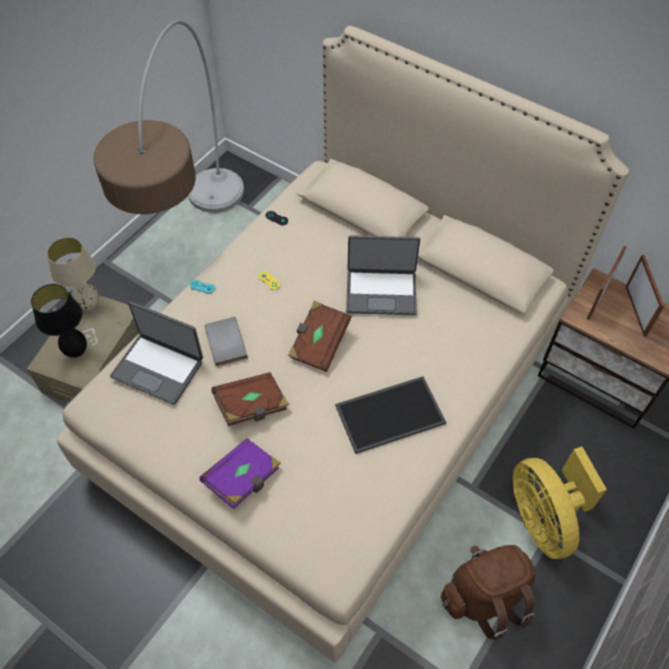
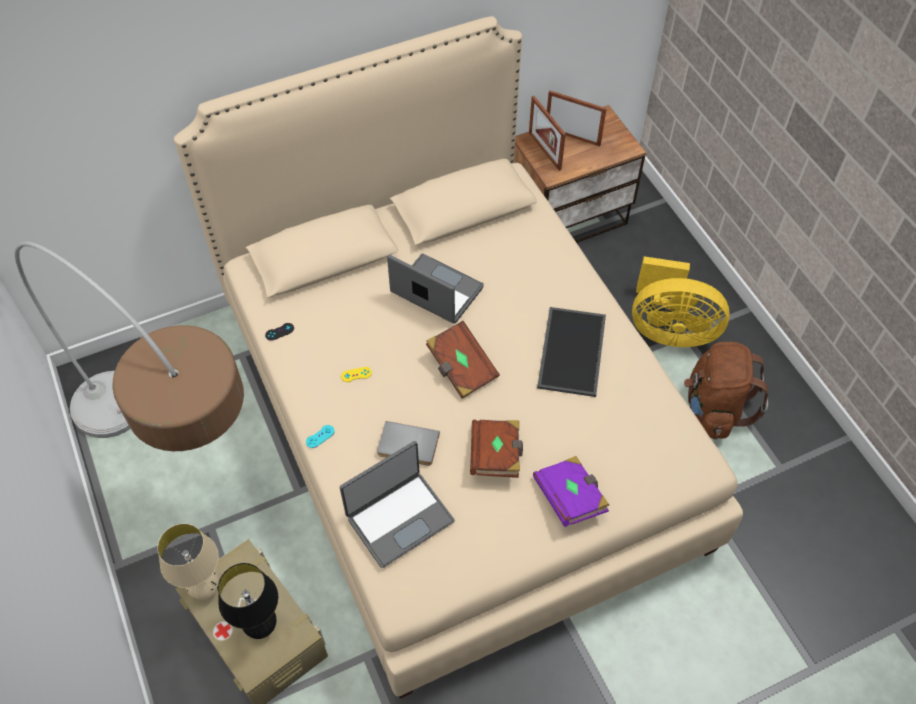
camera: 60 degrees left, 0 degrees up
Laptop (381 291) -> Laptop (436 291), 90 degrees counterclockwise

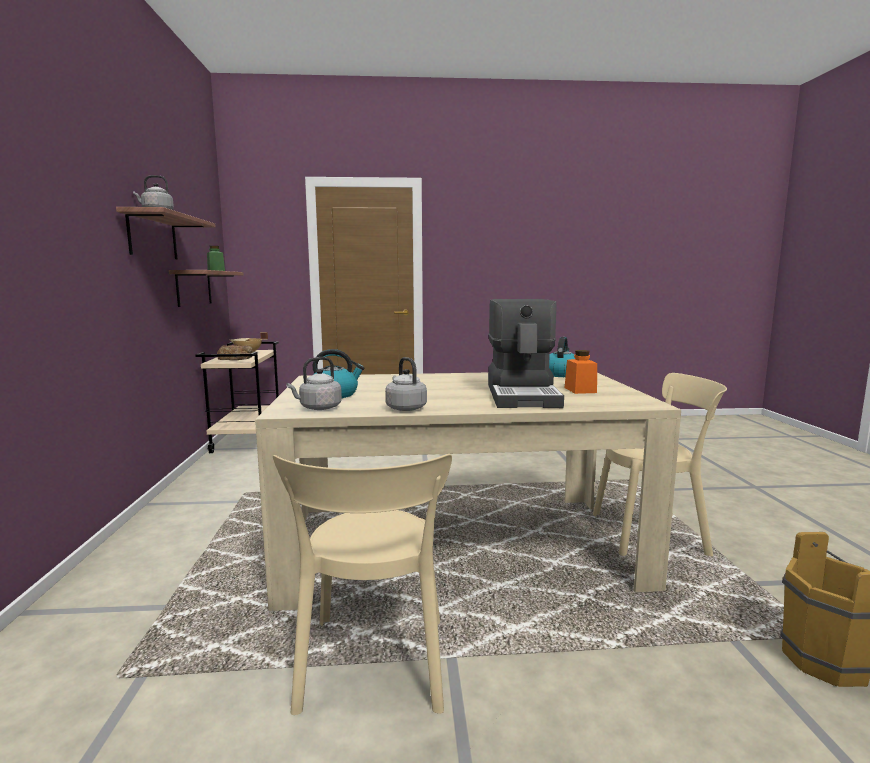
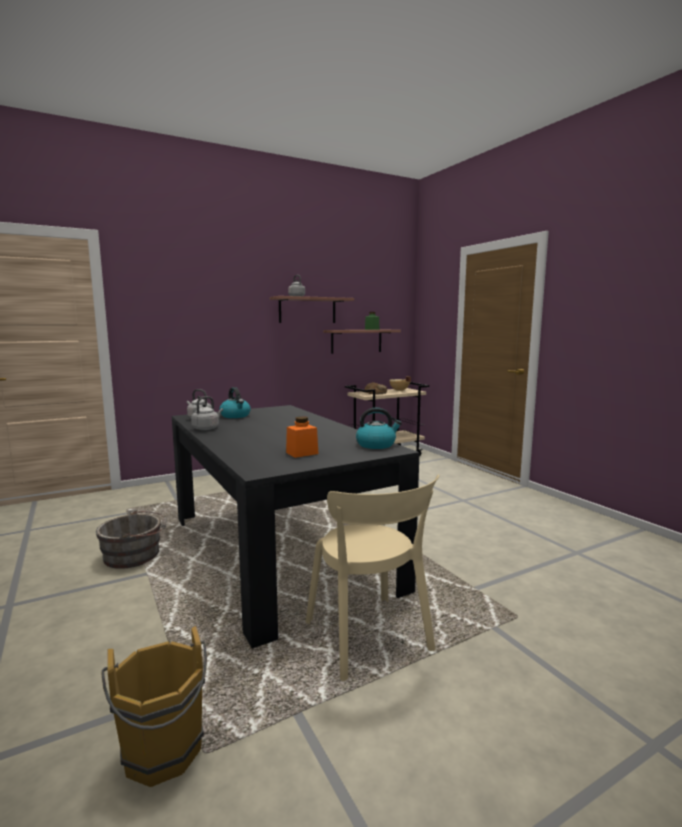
camera: 65 degrees right, 0 degrees up
CoffeeMaker (523 395) -> none
BeigeDinnerTable (459 546) -> BlackColouredDinnerTable (278 551)
BeigePlainChair (373 669) -> GreyishPail (135 555)

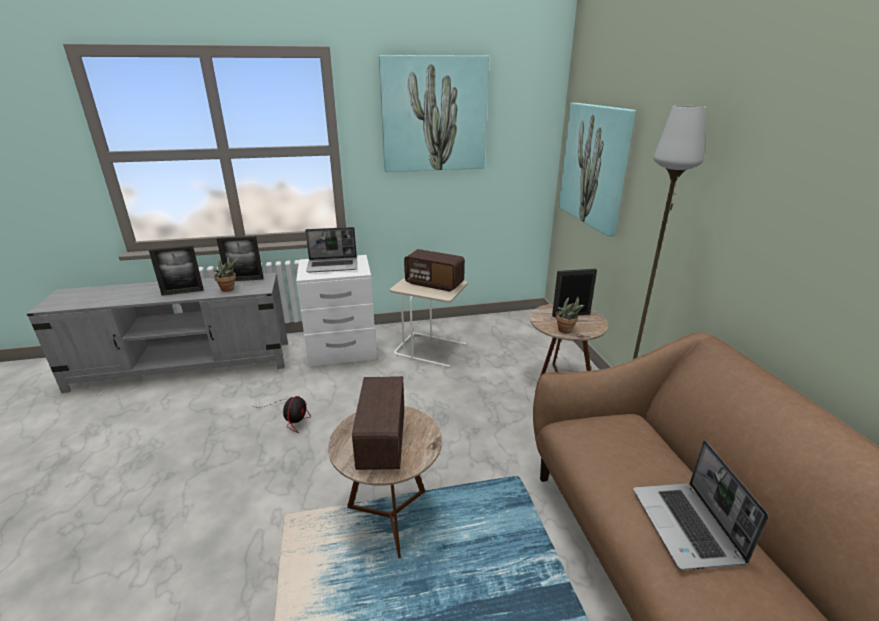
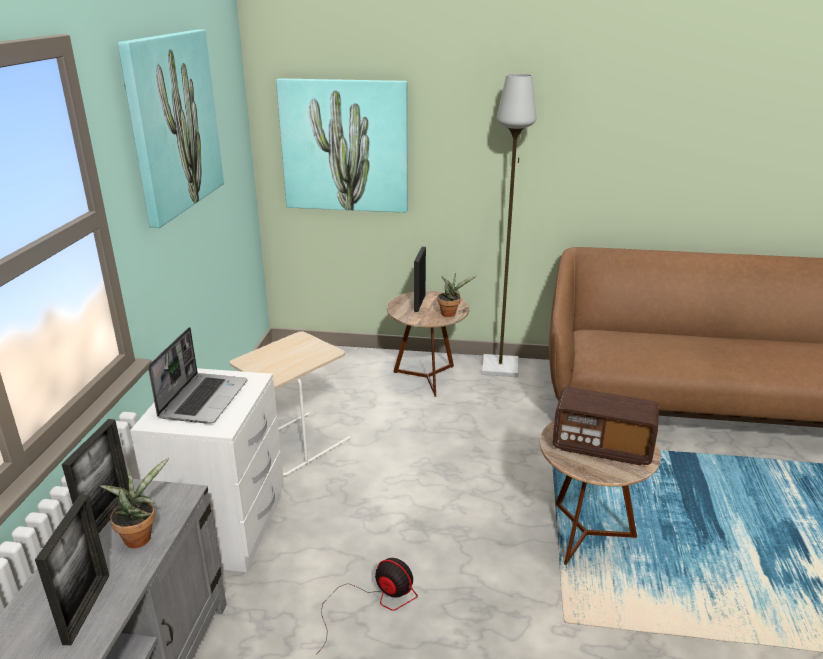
camera: 70 degrees left, 0 degrees up
RadioReceiver (434 284) -> none
Laptop (687 527) -> none

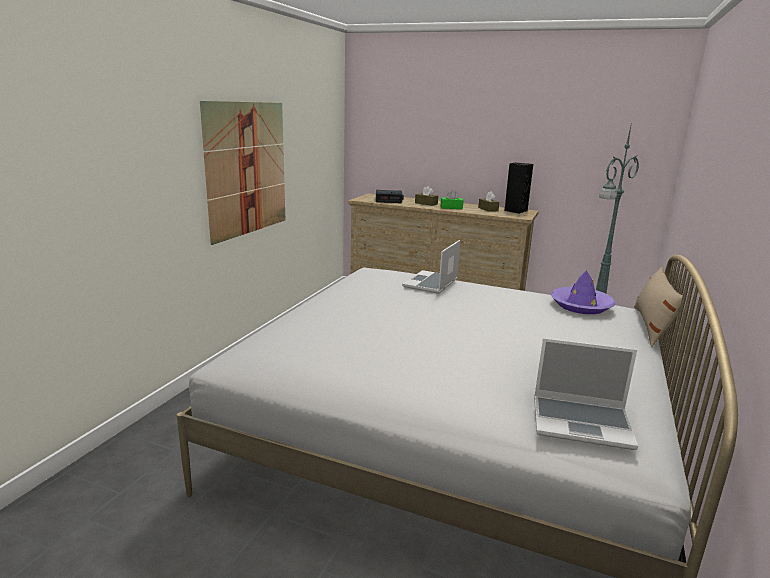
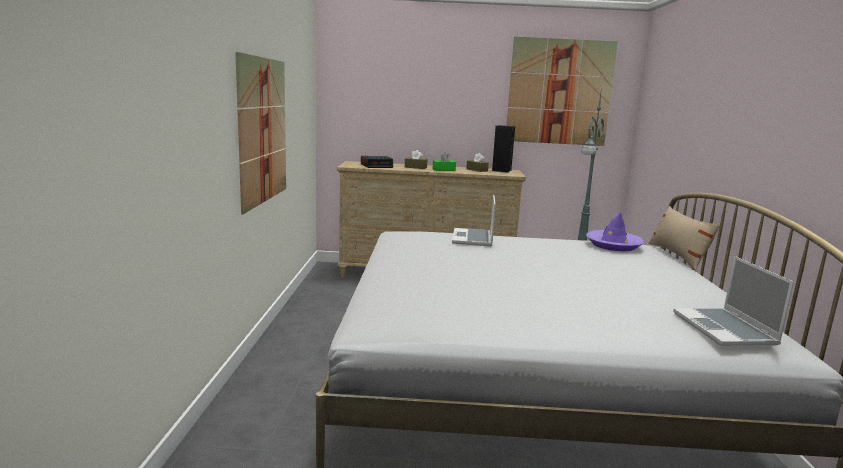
camera: 20 degrees left, 5 degrees down
Laptop (582 423) -> Laptop (725 329), 90 degrees clockwise
none -> WallArt (559 92)

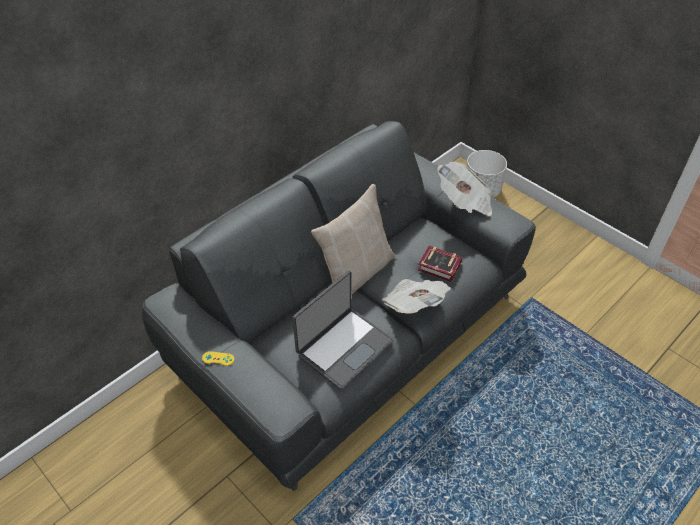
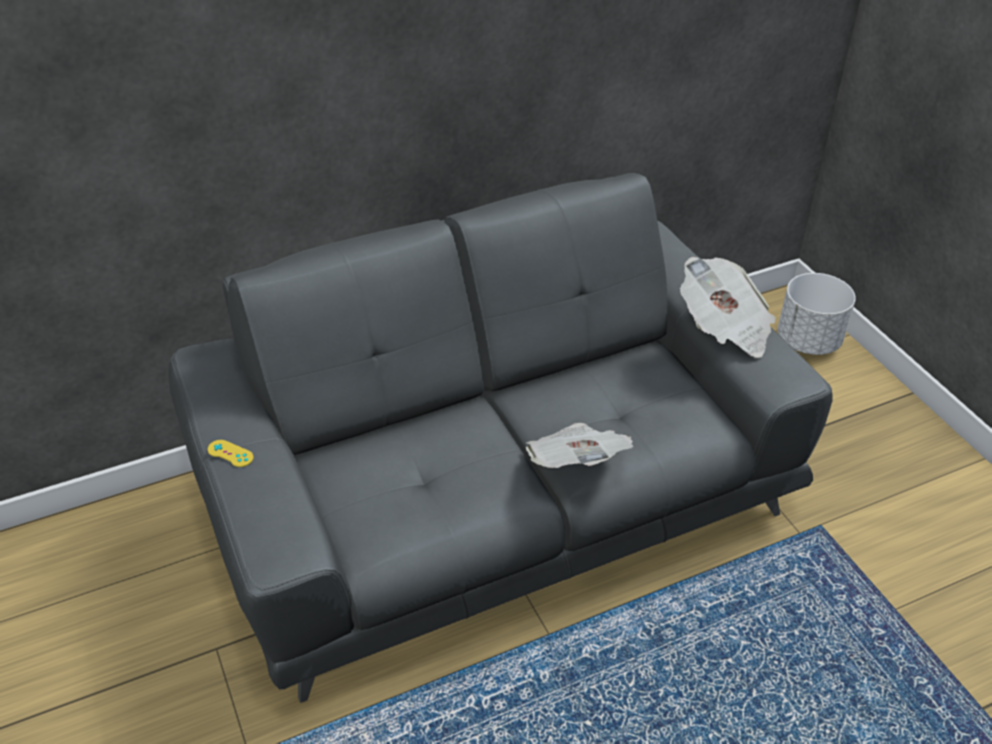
camera: 20 degrees right, 5 degrees down
BeigeThrowPillow (356 273) -> none
Volume (440 268) -> none
Laptop (343 347) -> none

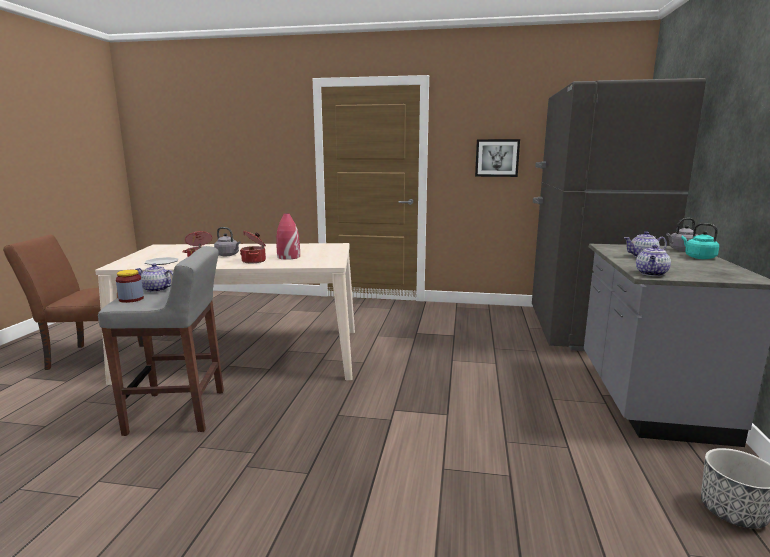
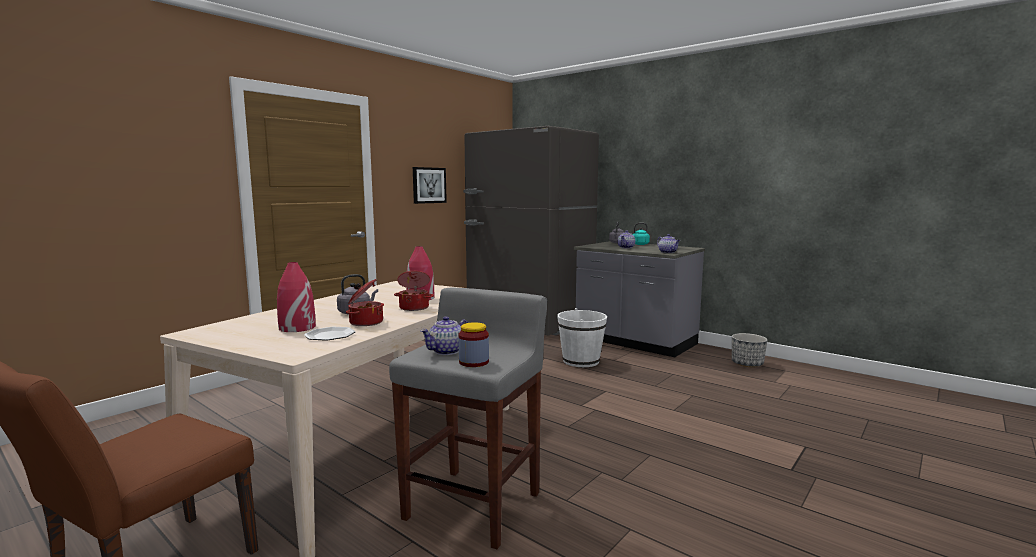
camera: 60 degrees left, 5 degrees down
none -> RedColouredDecorativeVase (297 328)
none -> WhitePail (581 361)

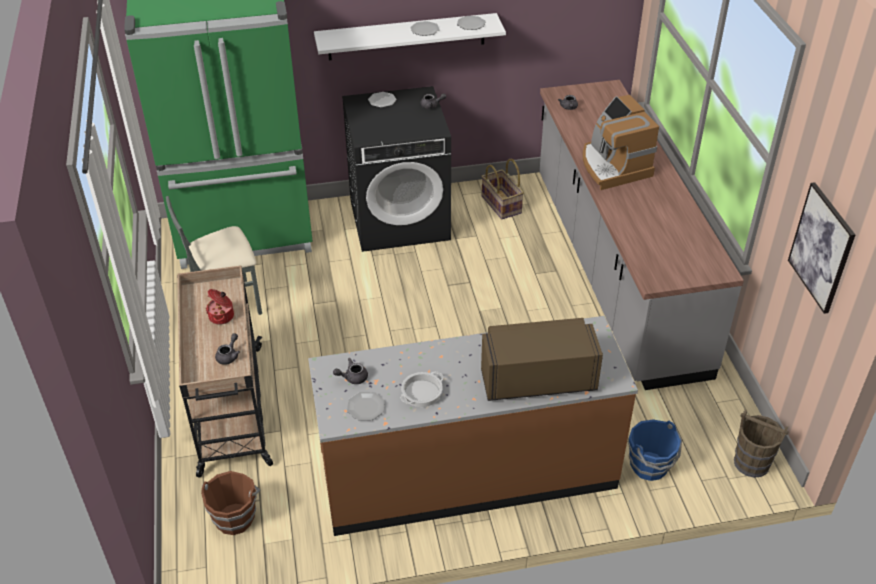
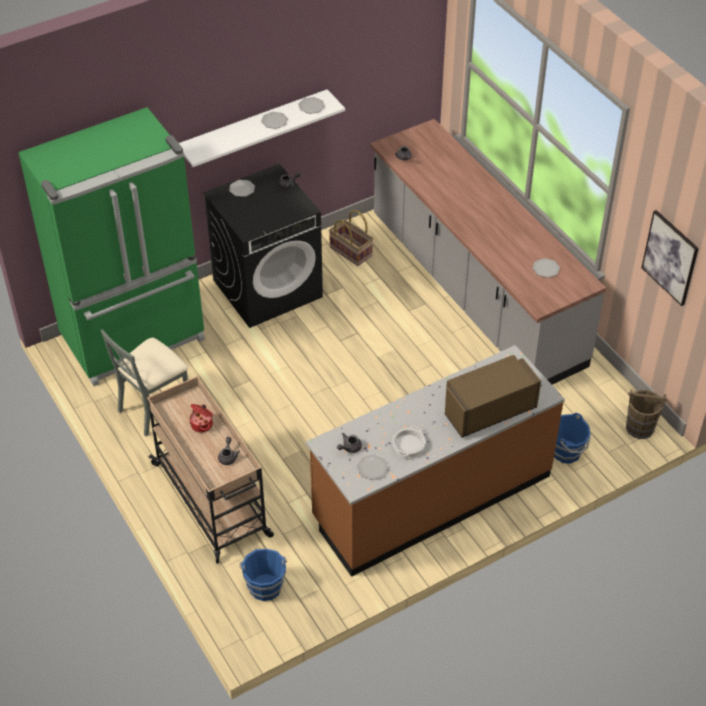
camera: 20 degrees left, 5 degrees up
CoffeeMaker (613 166) -> none
BrownPail (235 517) -> BluishPail (265 586)
none -> DinnerPlate (545 269)

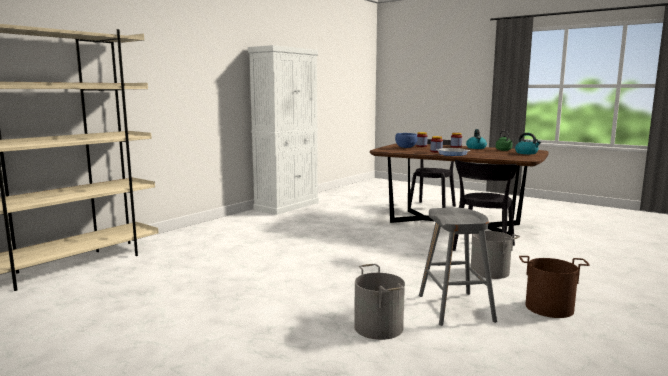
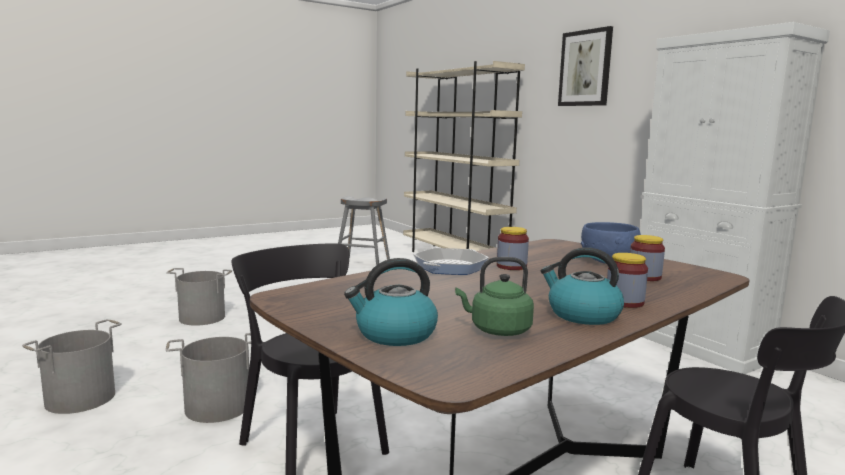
camera: 110 degrees right, 0 degrees up
GreyishSittingStool (455 308) -> GreyishSittingStool (362 263), shifted
BrownPail (549 307) -> GreyishPail (81 398)
none -> WallArt (585 68)

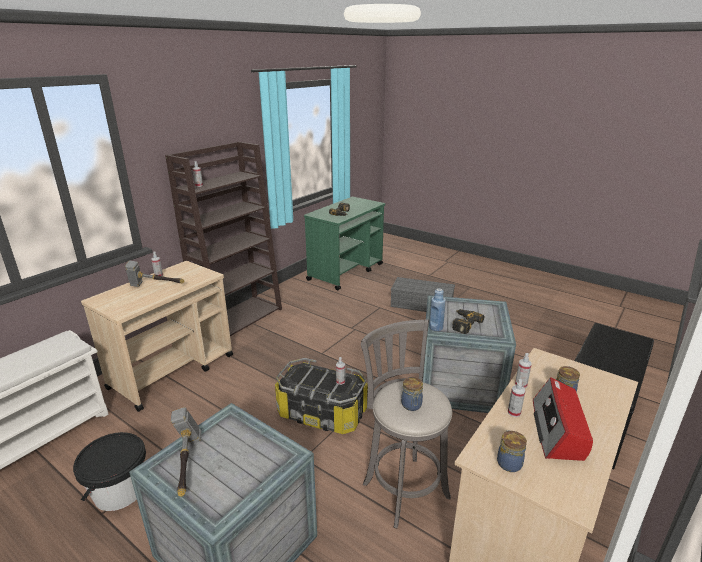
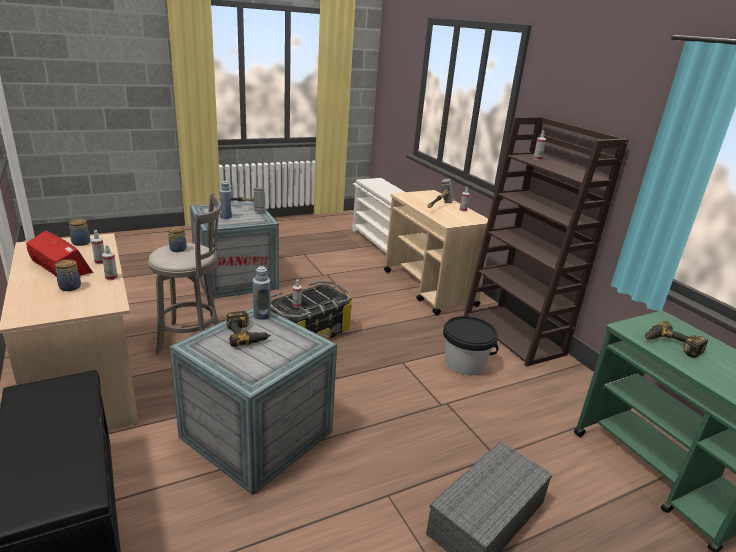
camera: 115 degrees right, 0 degrees up
BlackColouredPail (119 490) -> BlackColouredPail (464 363), shifted
none -> BluishBeverageBottle (226 217)

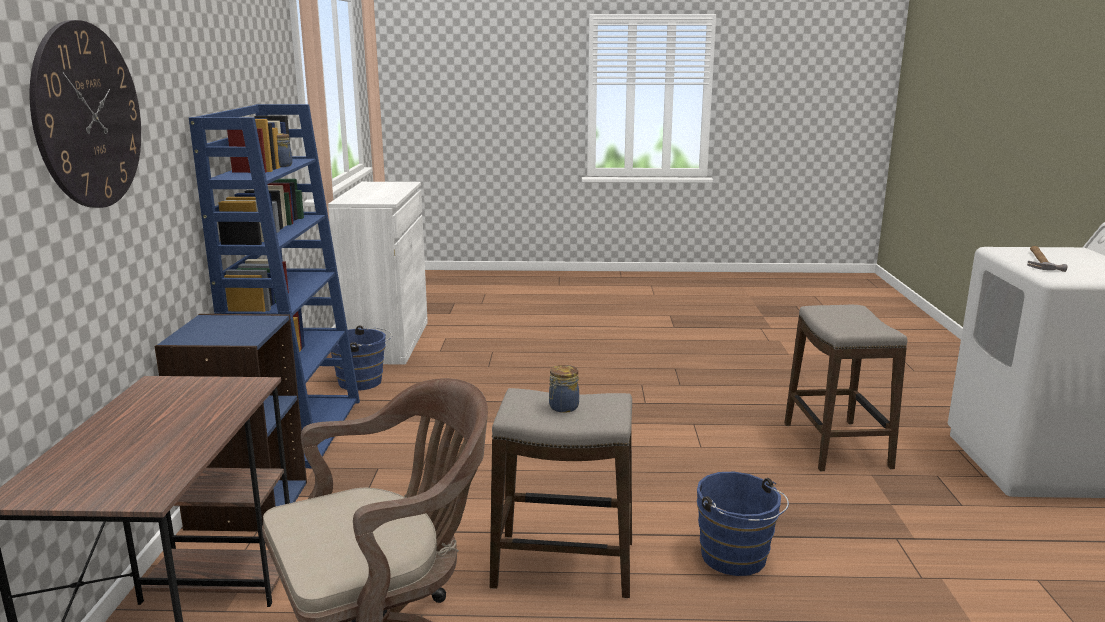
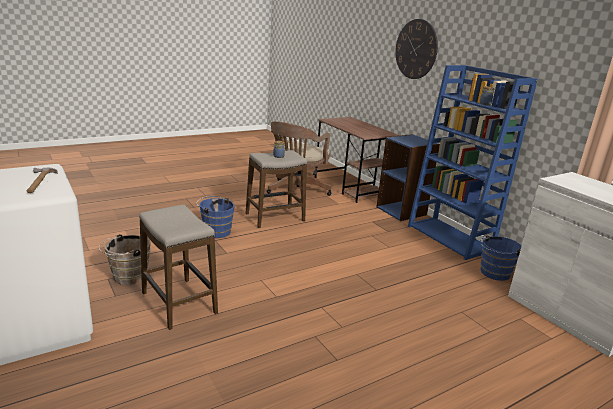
camera: 145 degrees right, 5 degrees up
none -> BrownPail (127 277)

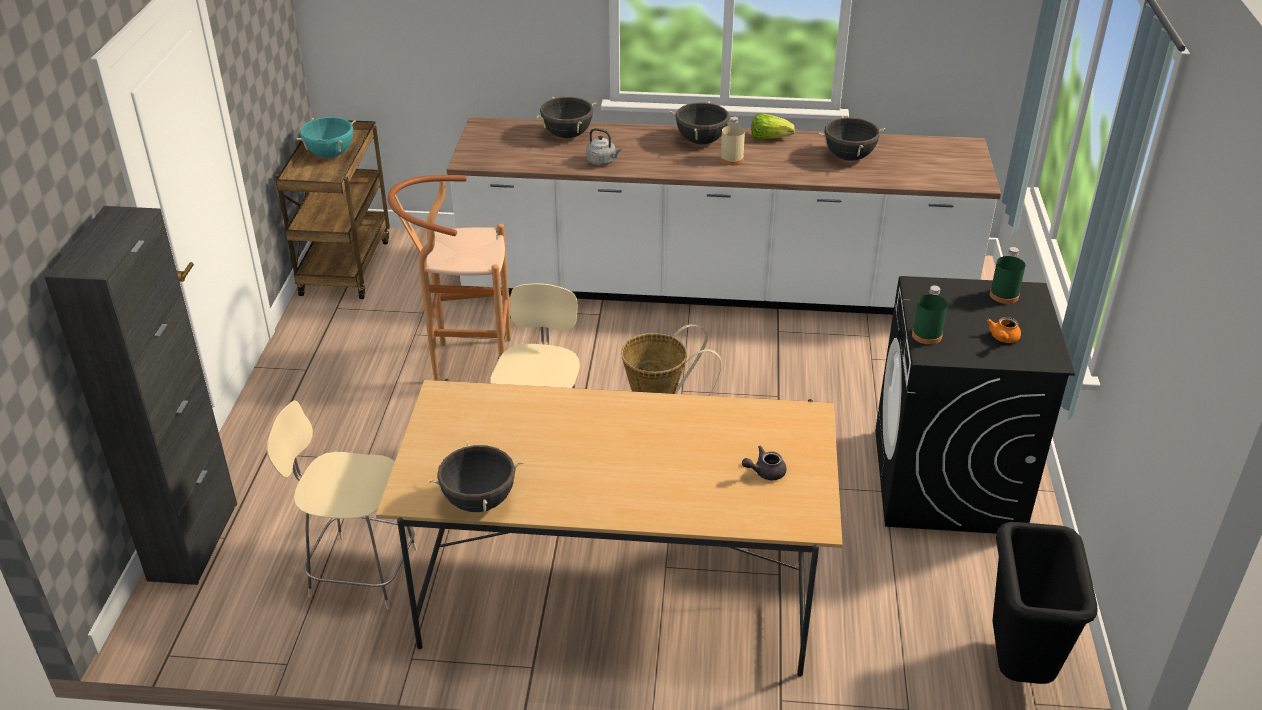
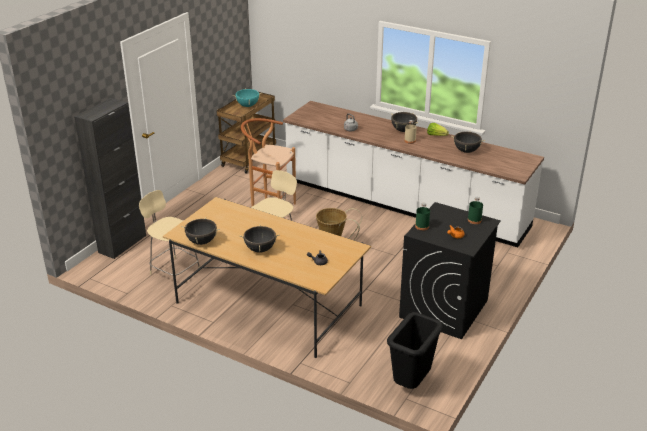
camera: 25 degrees right, 5 degrees down
BlackColouredStockpot (567 135) -> BlackColouredStockpot (260 249), shifted

